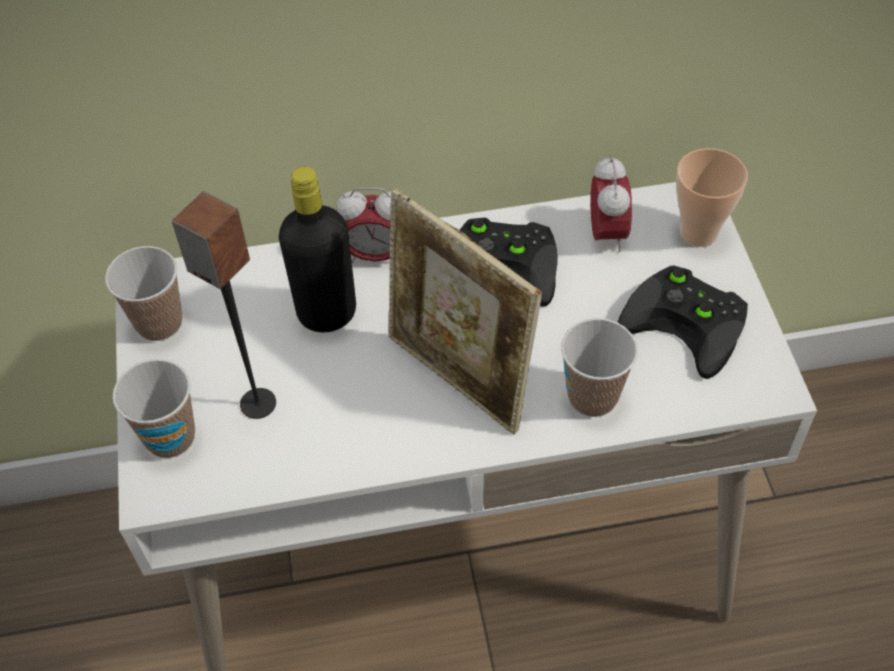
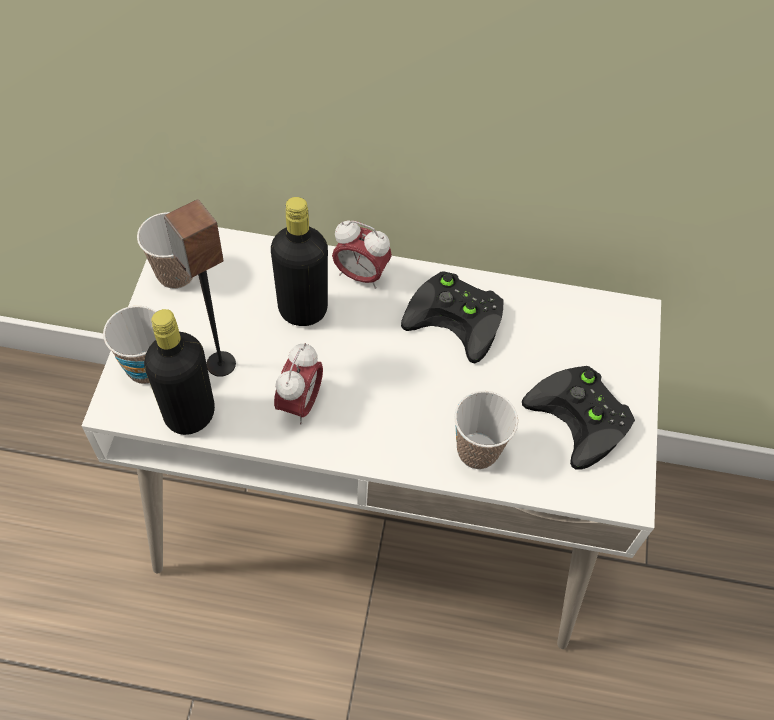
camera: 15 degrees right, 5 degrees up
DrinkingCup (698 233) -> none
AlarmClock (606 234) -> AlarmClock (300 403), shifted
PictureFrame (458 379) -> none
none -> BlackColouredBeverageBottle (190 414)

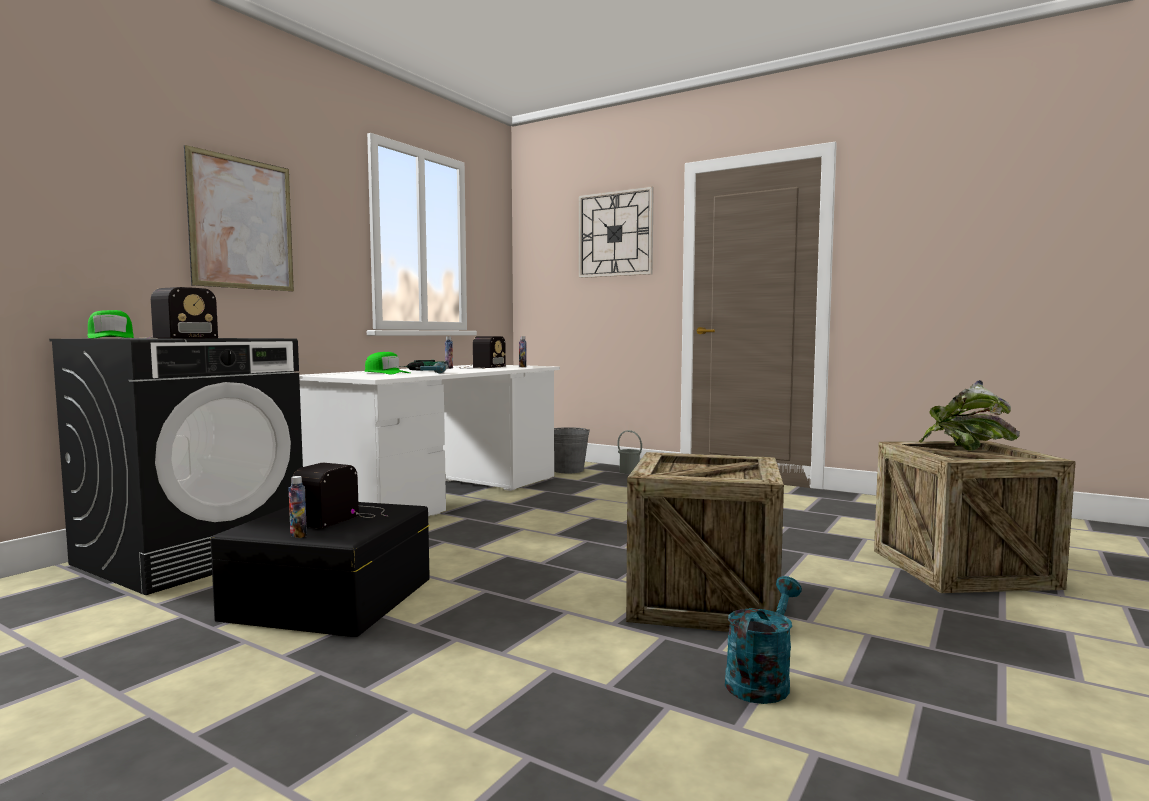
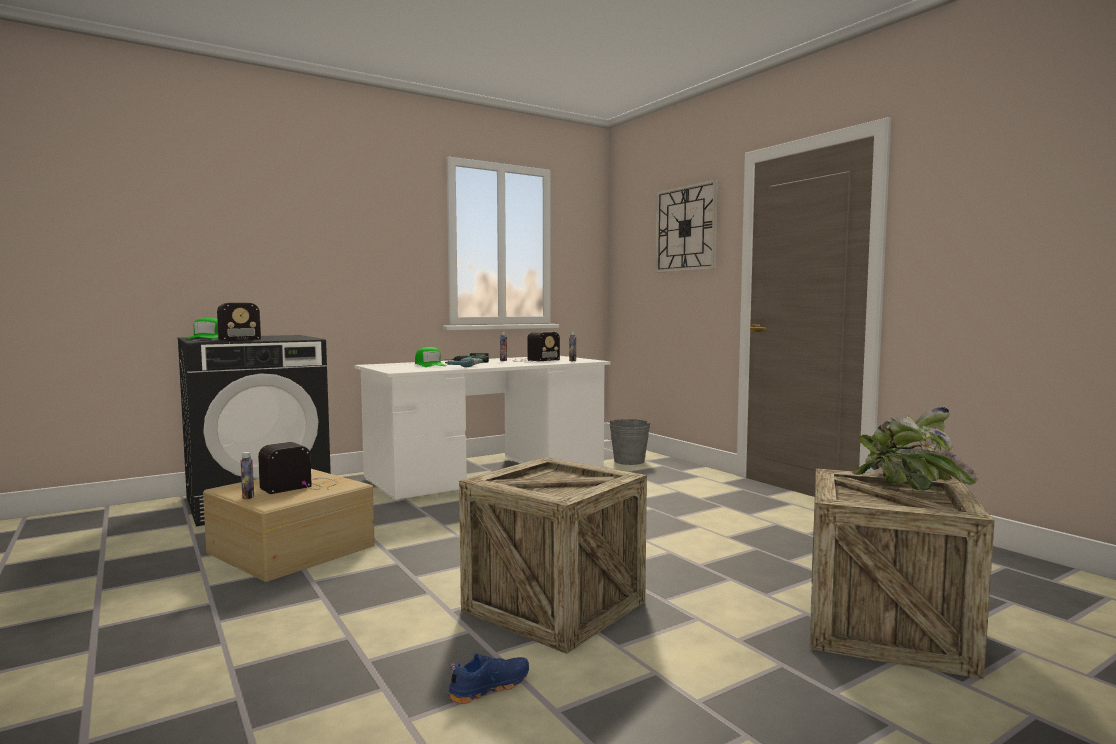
camera: 25 degrees right, 0 degrees up
WallArt (242 223) -> none
GreyishPail (629 472) -> none
BlackColouredStorageContainer (329 598) -> BeigeStorageContainer (290 549)
TurquoiseWateringCan (761 680) -> BluishShoe (488 687)

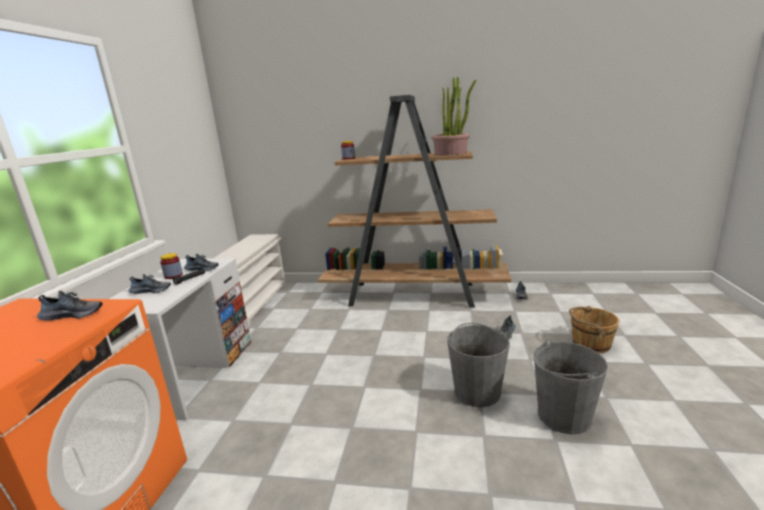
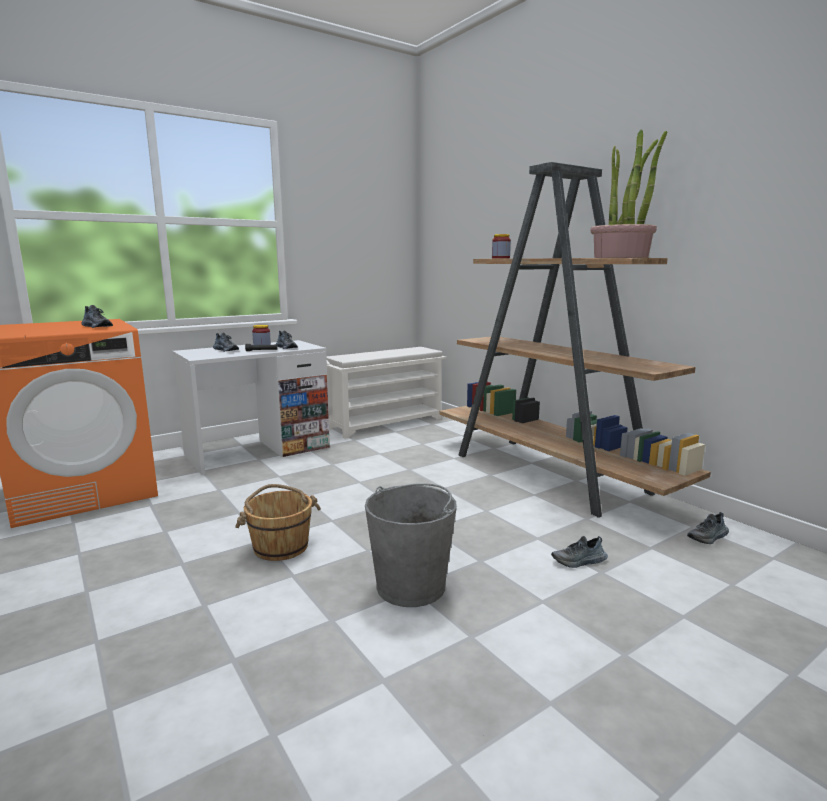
camera: 45 degrees right, 5 degrees down
BrownPail (590 343) -> BrownPail (280 546), shifted
GreyishPail (563 416) -> none

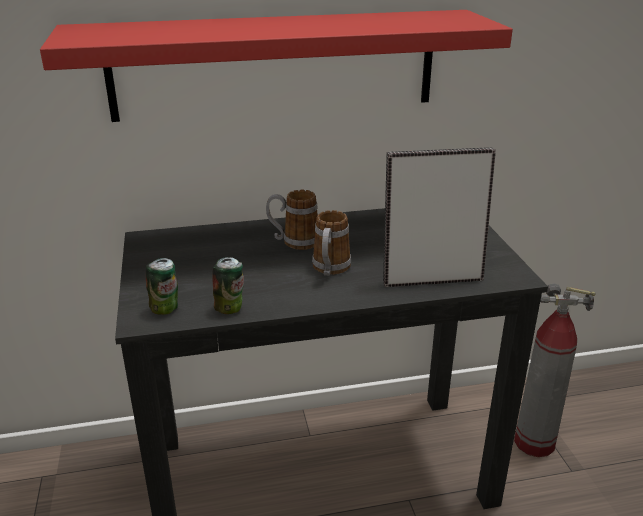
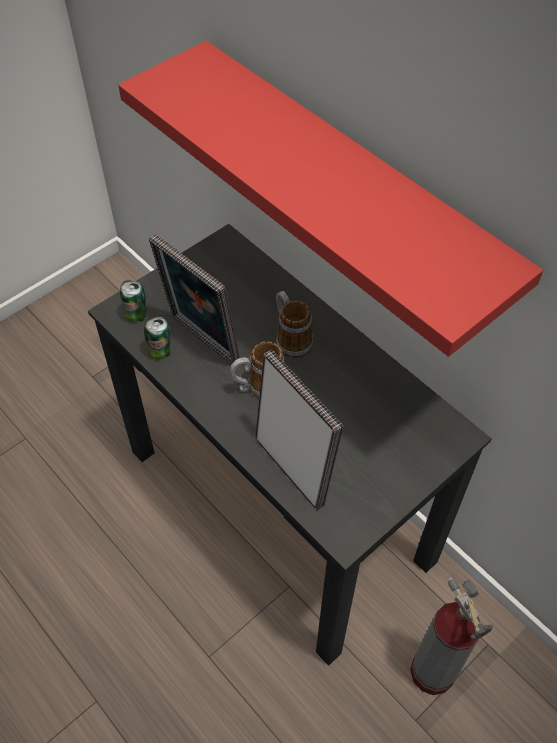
camera: 60 degrees right, 25 degrees up
none -> PictureFrame (201 342)

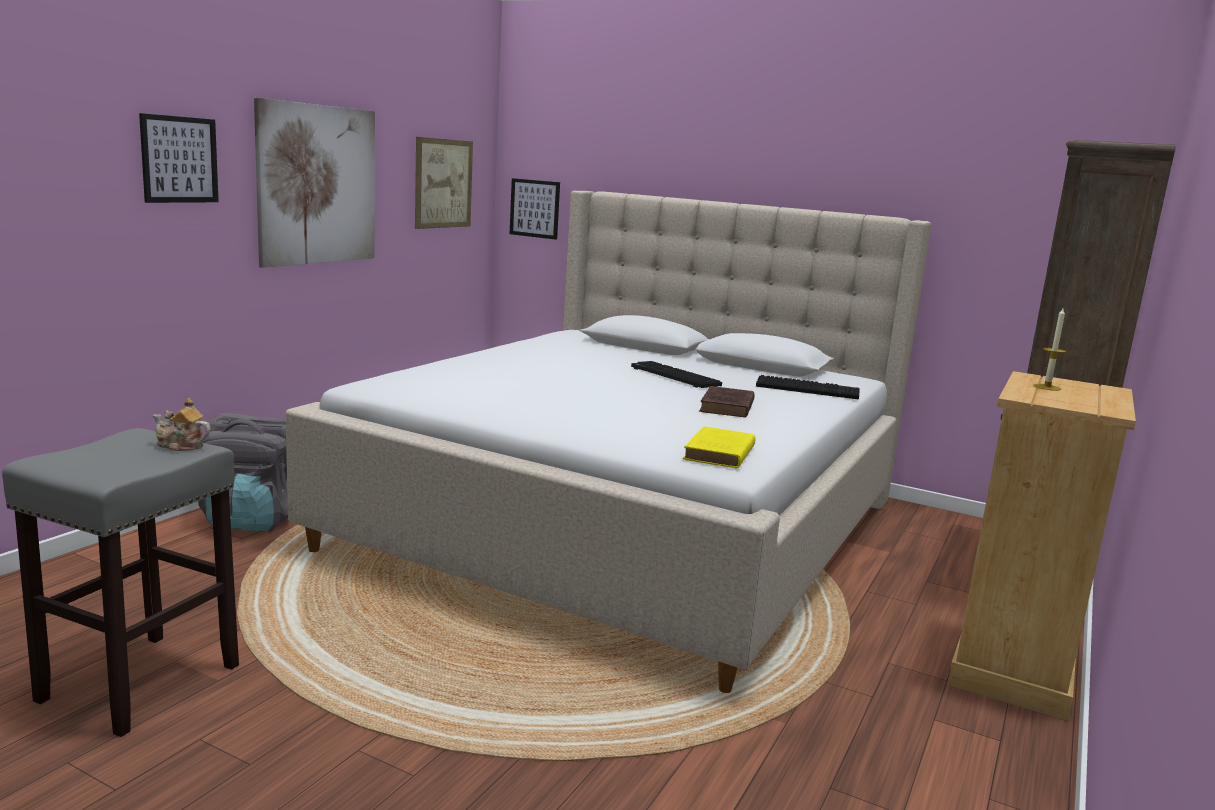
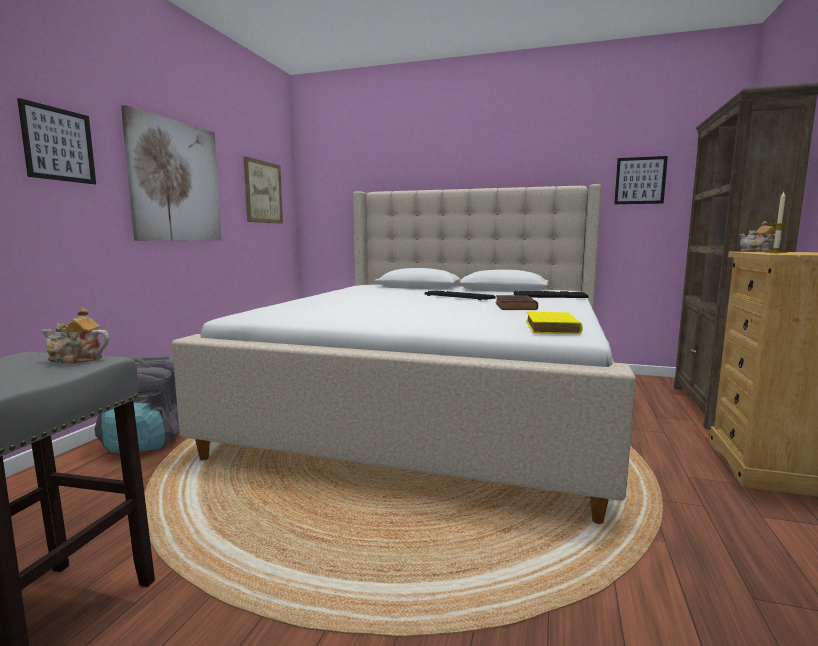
camera: 10 degrees left, 5 degrees down
WallArt (534 208) -> WallArt (640 180), shifted
none -> PotForTea (758 251)

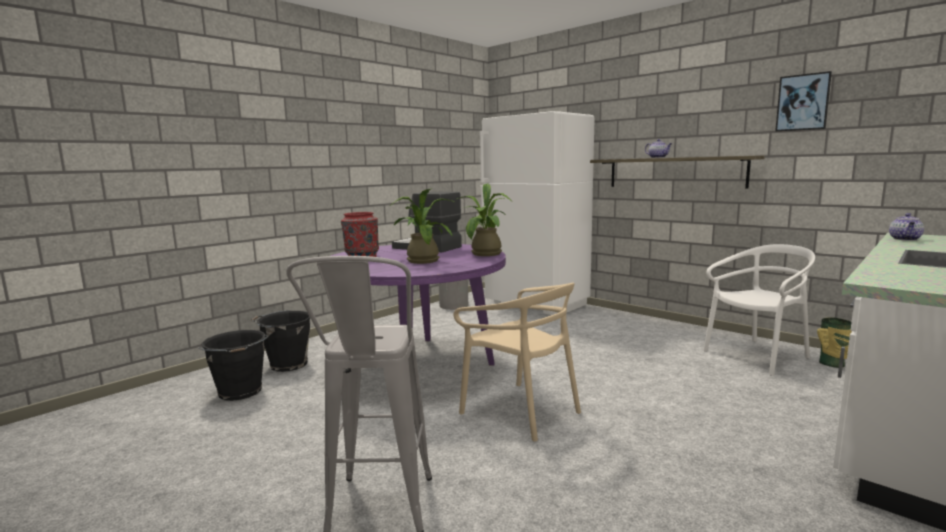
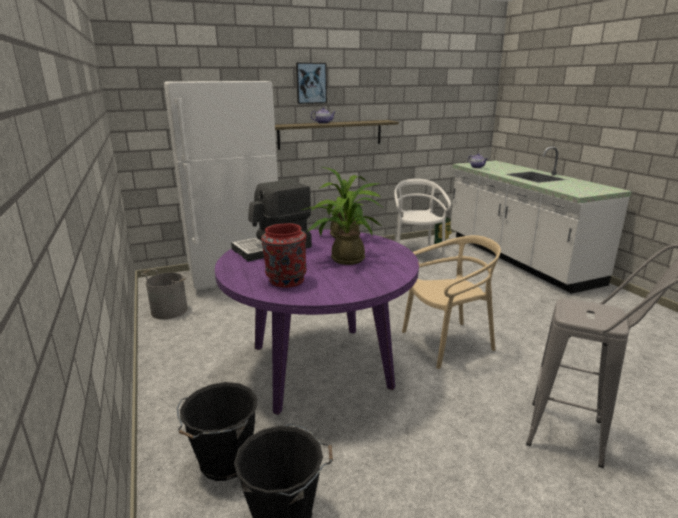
camera: 65 degrees left, 10 degrees up
WallArt (803 102) -> WallArt (311 83), shifted

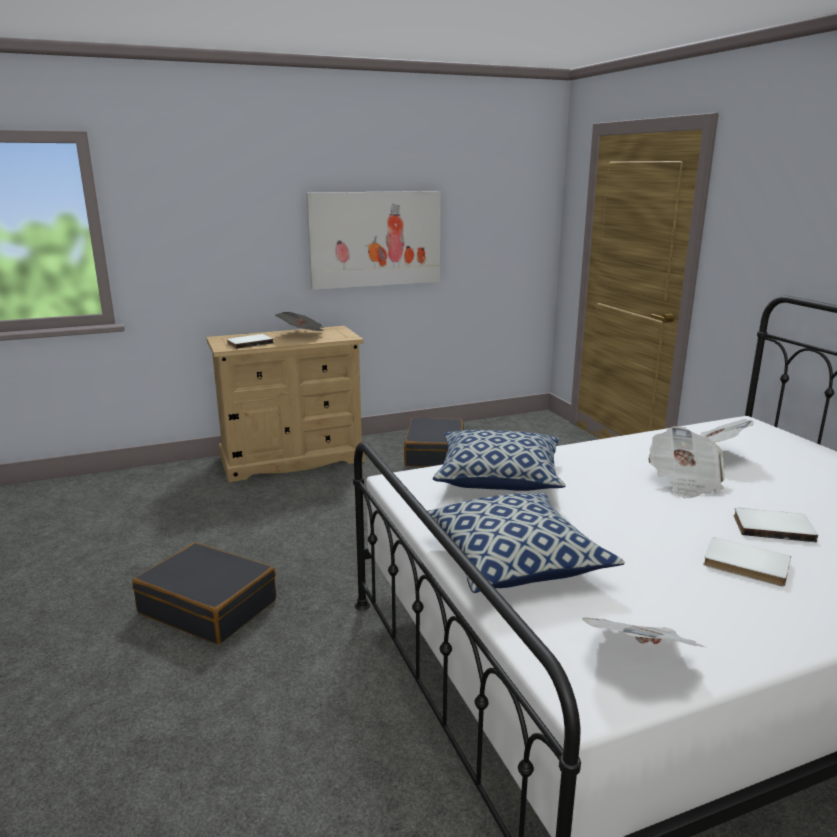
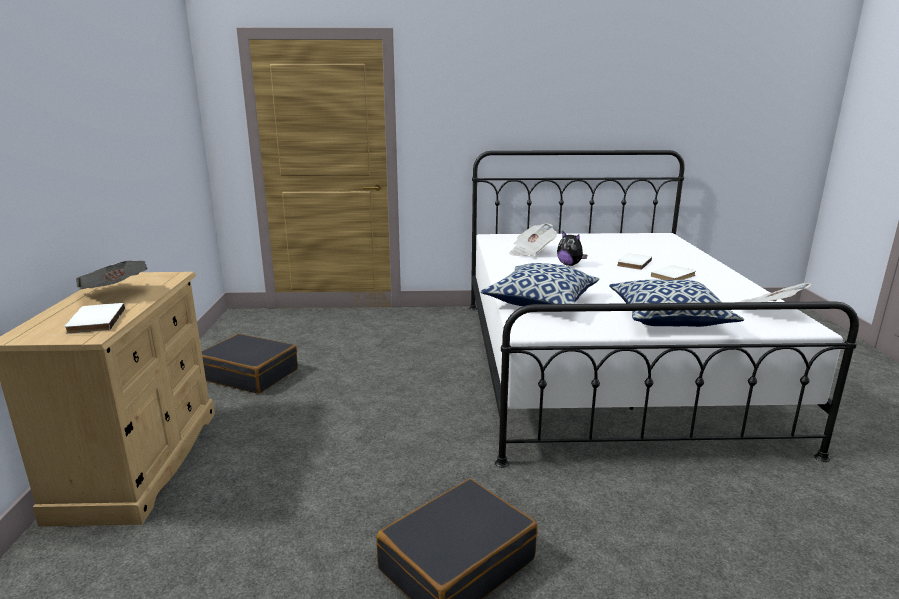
camera: 70 degrees left, 0 degrees up
WallArt (375 239) -> none
DailyPaper (684 481) -> CuddlyToy (570 265)

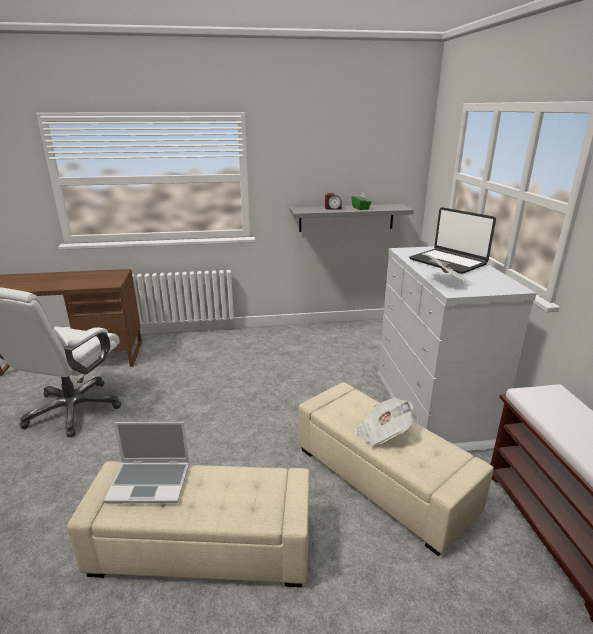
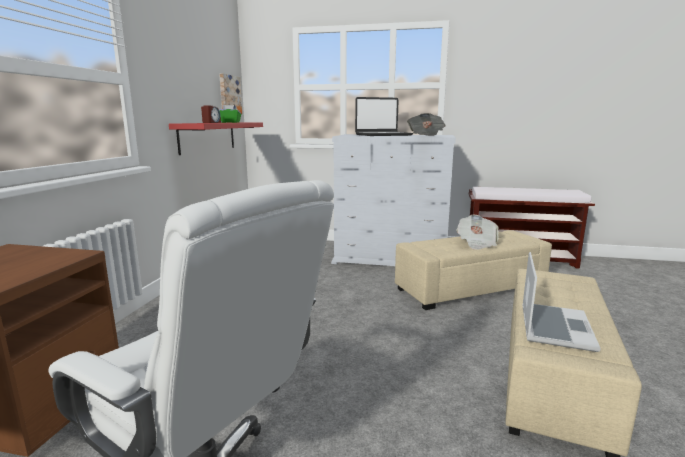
camera: 70 degrees left, 10 degrees down
GreyishWallShelf (346 217) -> RedColouredWallShelf (208 137)
none -> WallArt (229 94)

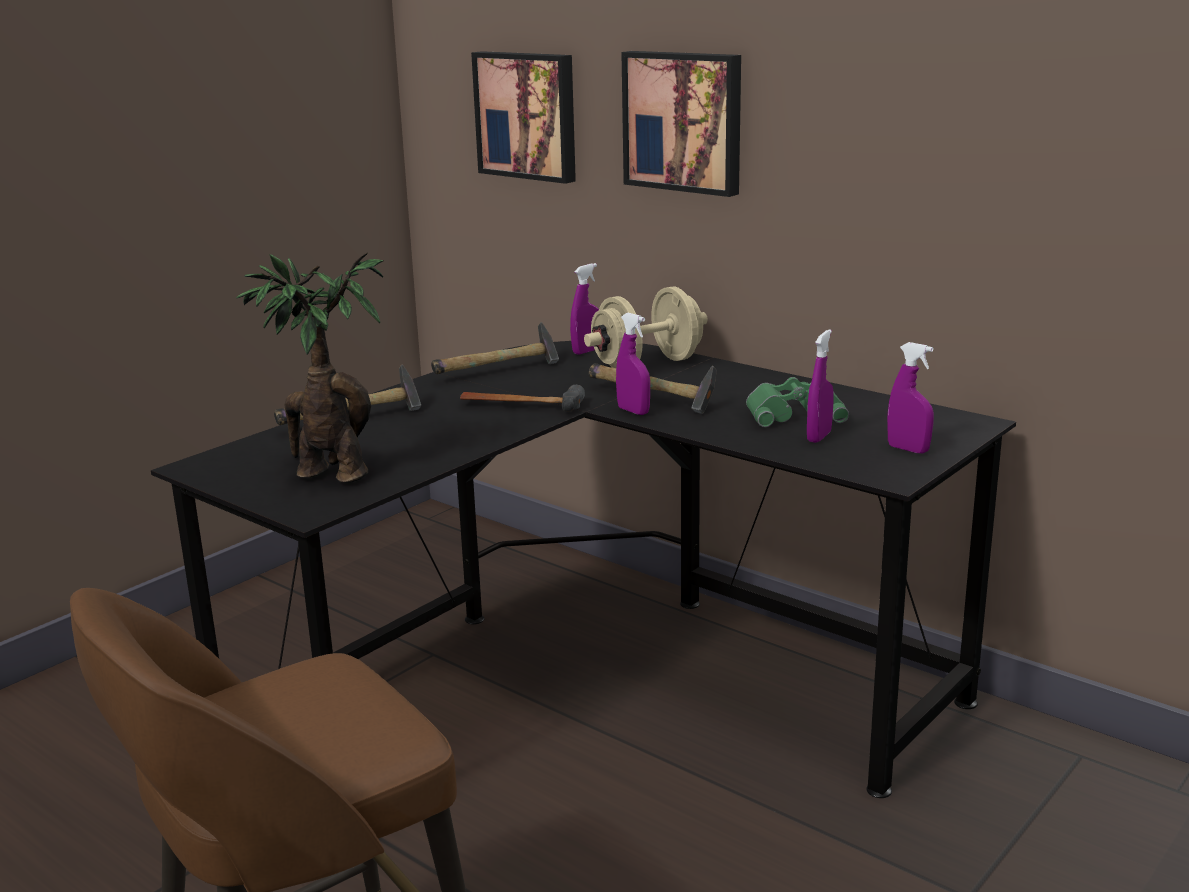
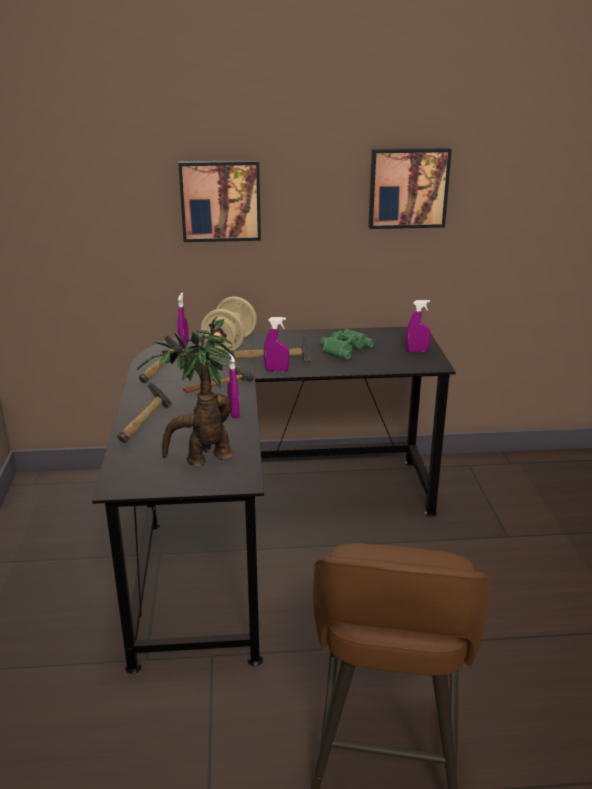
camera: 45 degrees left, 5 degrees up
WallArt (528 115) -> WallArt (408 187), shifted
PurpleColouredSprayBottle (819 437) -> PurpleColouredSprayBottle (234 413), shifted

